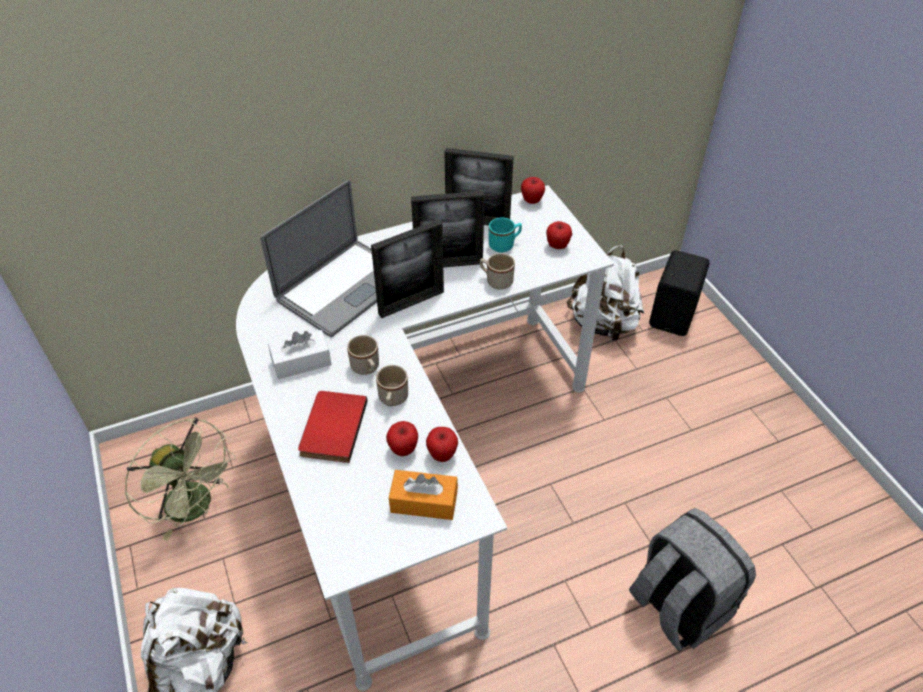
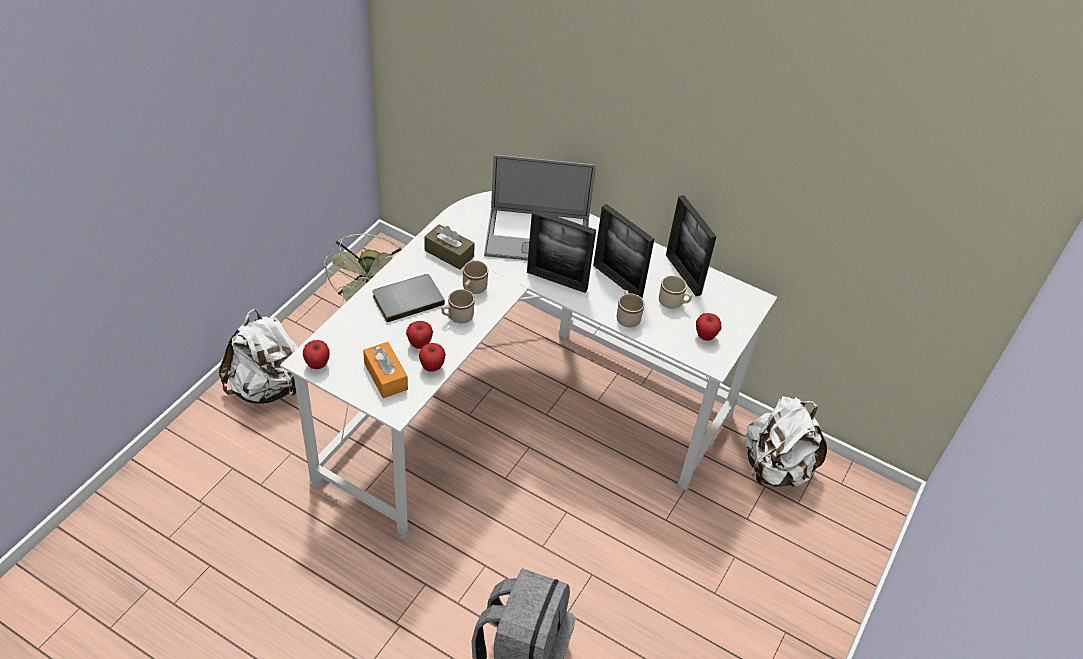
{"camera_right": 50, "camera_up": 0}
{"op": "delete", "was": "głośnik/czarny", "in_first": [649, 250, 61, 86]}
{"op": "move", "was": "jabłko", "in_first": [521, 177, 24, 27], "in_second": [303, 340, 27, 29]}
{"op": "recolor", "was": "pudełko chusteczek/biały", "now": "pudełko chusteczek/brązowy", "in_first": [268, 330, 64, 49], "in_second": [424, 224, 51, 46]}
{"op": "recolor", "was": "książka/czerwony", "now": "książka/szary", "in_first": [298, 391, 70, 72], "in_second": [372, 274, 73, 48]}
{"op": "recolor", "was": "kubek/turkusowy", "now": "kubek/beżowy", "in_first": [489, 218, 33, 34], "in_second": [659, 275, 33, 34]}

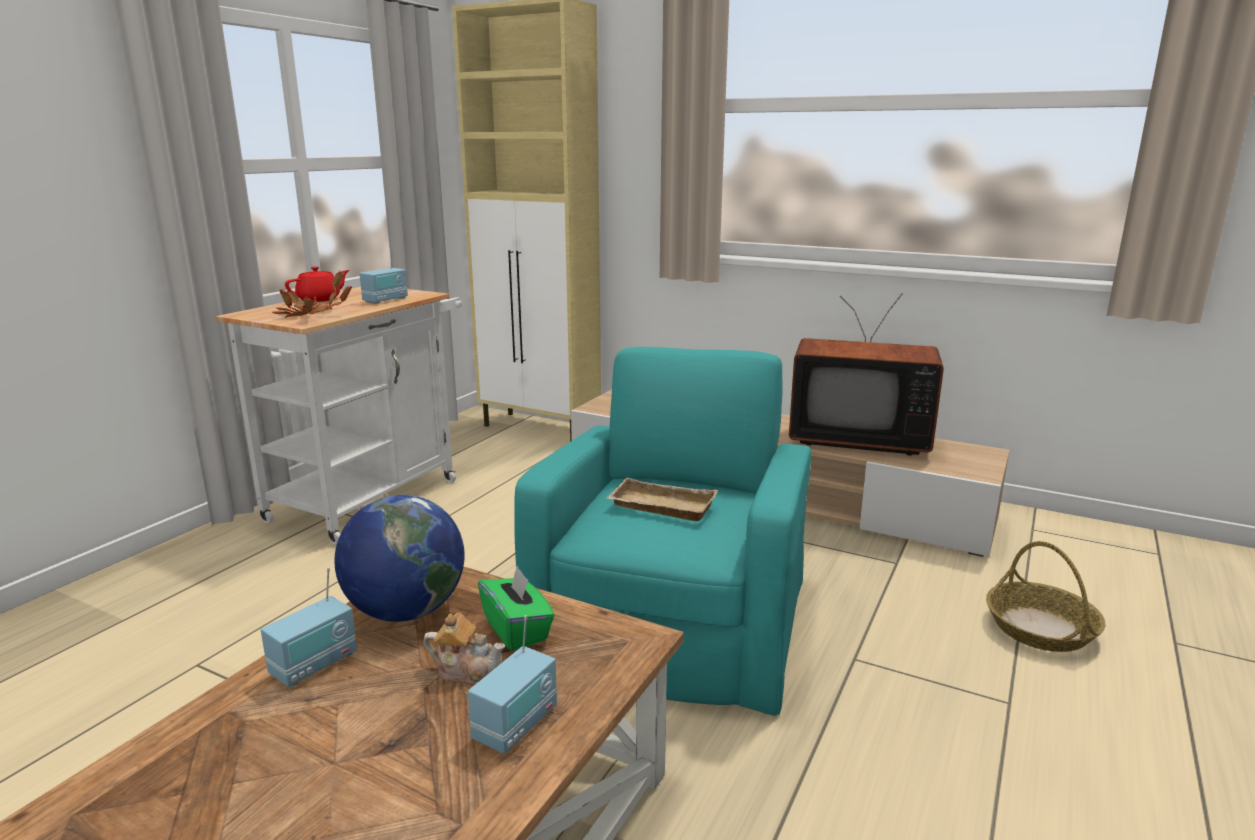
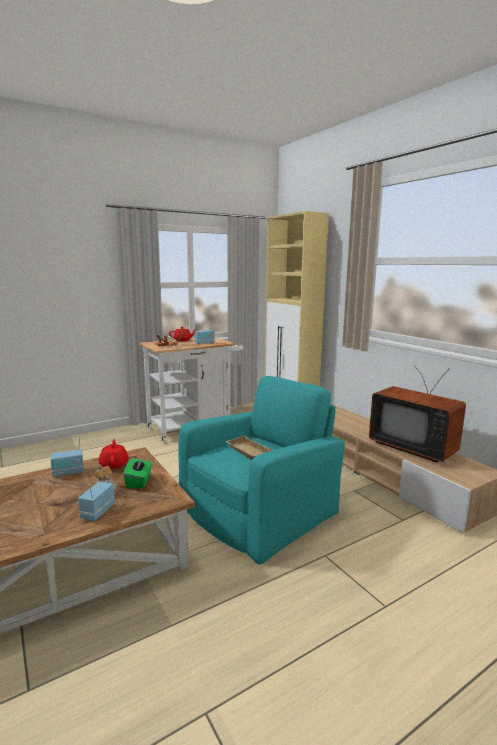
{"camera_right": 30, "camera_up": -5}
{"op": "delete", "was": "koszyk", "in_first": [986, 541, 119, 111]}
{"op": "replace", "was": "globus", "now": "imbryk/czerwony", "in_first": [335, 495, 130, 127], "in_second": [99, 439, 30, 30]}
{"op": "rotate", "was": "radio", "in_first": [468, 615, 89, 139], "in_second": [78, 481, 37, 40], "clockwise": 135}

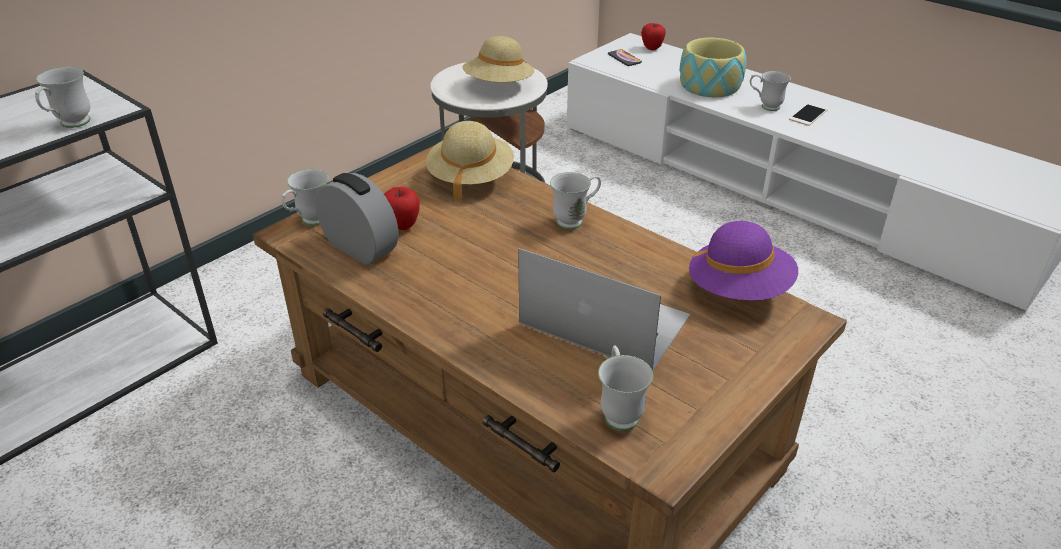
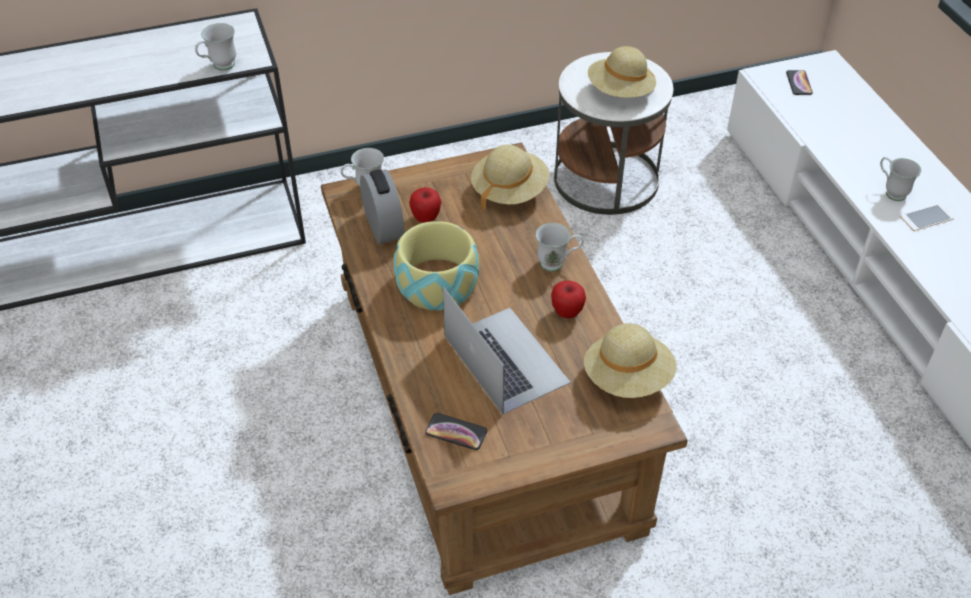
{"camera_right": 30, "camera_up": 10}
{"op": "move", "was": "jabłko", "in_first": [641, 23, 25, 27], "in_second": [551, 281, 35, 37]}
{"op": "move", "was": "miska", "in_first": [680, 37, 66, 60], "in_second": [394, 221, 85, 89]}
{"op": "replace", "was": "kubek/biały", "now": "telefon", "in_first": [598, 345, 55, 86], "in_second": [425, 413, 62, 37]}
{"op": "recolor", "was": "kapelusz/fioletowy", "now": "kapelusz/beżowy", "in_first": [689, 221, 109, 80], "in_second": [584, 323, 93, 75]}

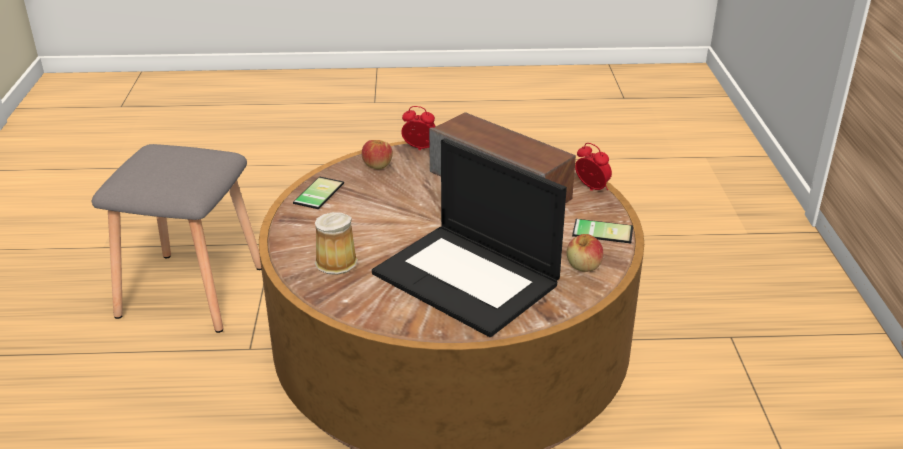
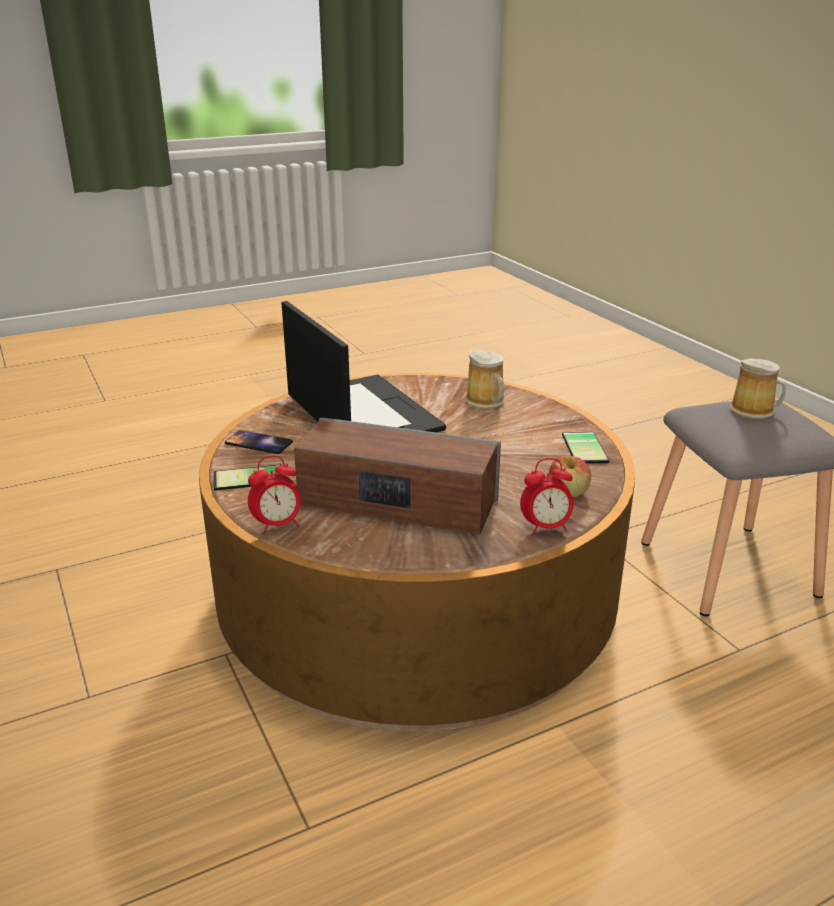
{"camera_right": 155, "camera_up": -5}
{"op": "insert", "now": "kubek", "in_second": [730, 358, 56, 61]}
{"op": "replace", "was": "jabłko", "now": "telefon", "in_first": [567, 234, 36, 38], "in_second": [225, 430, 68, 24]}
{"op": "rotate", "was": "laptop", "in_first": [372, 138, 195, 199], "in_second": [282, 301, 164, 132], "clockwise": 45}
{"op": "rotate", "was": "budzik", "in_first": [575, 143, 37, 48], "in_second": [248, 456, 53, 79], "clockwise": -45}

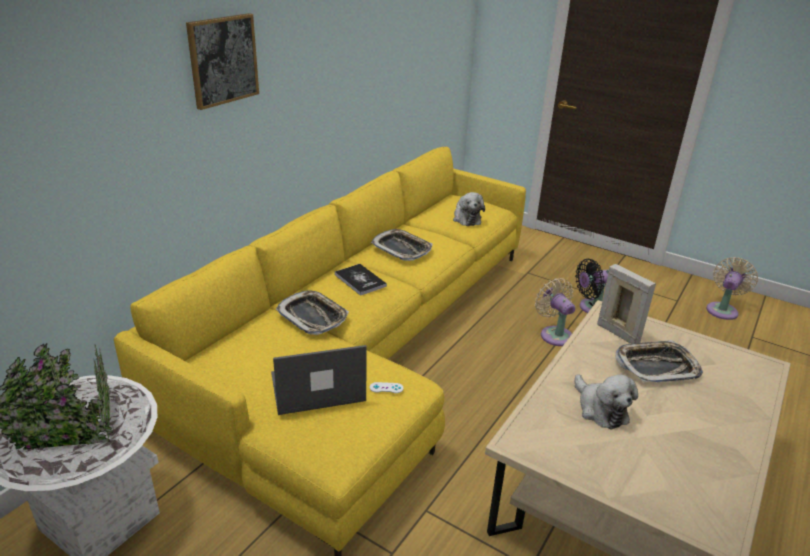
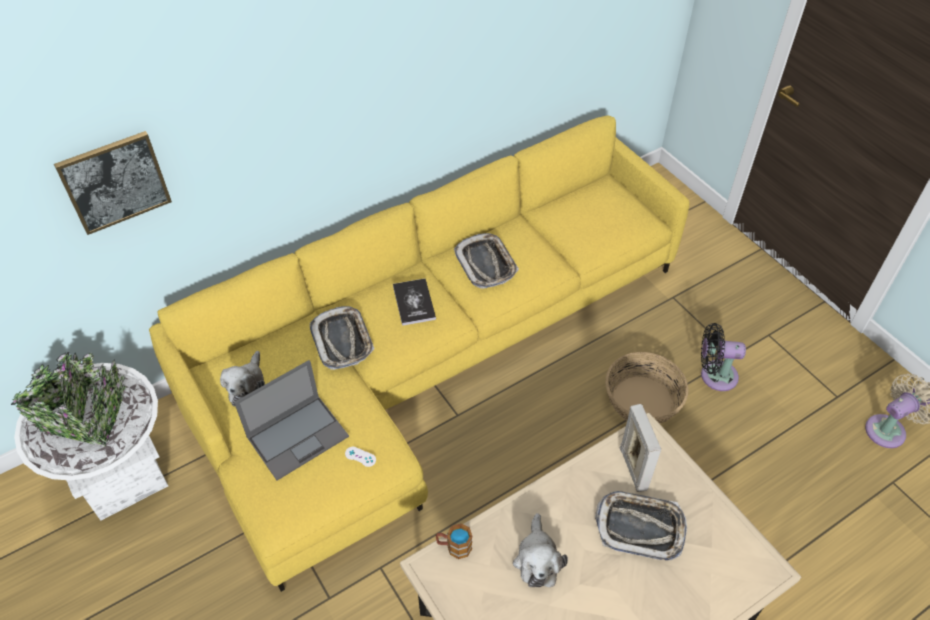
{"camera_right": 25, "camera_up": 20}
{"op": "insert", "now": "kubek", "in_second": [436, 523, 36, 36]}
{"op": "move", "was": "obraz", "in_first": [186, 13, 73, 97], "in_second": [54, 131, 118, 104]}
{"op": "move", "was": "pluszak", "in_first": [453, 192, 32, 34], "in_second": [220, 351, 45, 55]}
{"op": "replace", "was": "wentylator/beżowy", "now": "koszyk", "in_first": [535, 278, 40, 68], "in_second": [605, 352, 83, 72]}
{"op": "rotate", "was": "laptop", "in_first": [271, 345, 96, 70], "in_second": [234, 360, 115, 121], "clockwise": 135}

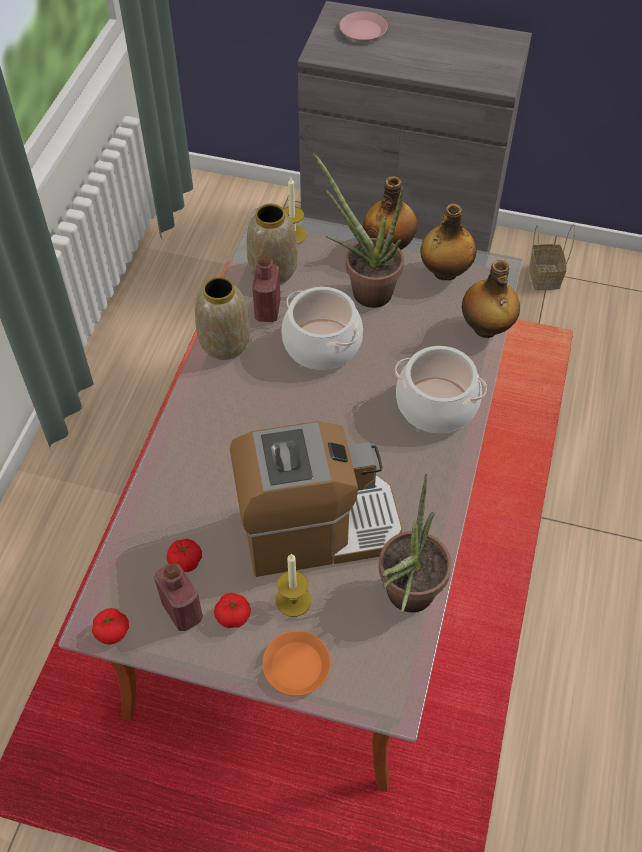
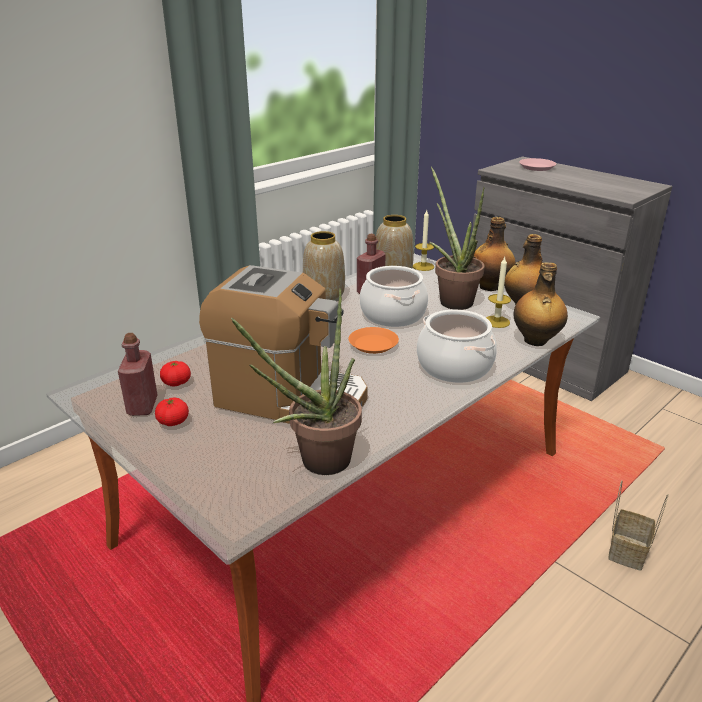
{"camera_right": 30, "camera_up": -25}
{"op": "delete", "was": "pomidor", "in_first": [92, 608, 37, 37]}
{"op": "move", "was": "talerz/pomarańczowy", "in_first": [262, 631, 69, 65], "in_second": [349, 327, 50, 27]}
{"op": "move", "was": "świeca", "in_first": [276, 554, 35, 63], "in_second": [486, 257, 25, 71]}
{"op": "move", "was": "koszyk", "in_first": [529, 224, 46, 66], "in_second": [608, 480, 60, 91]}

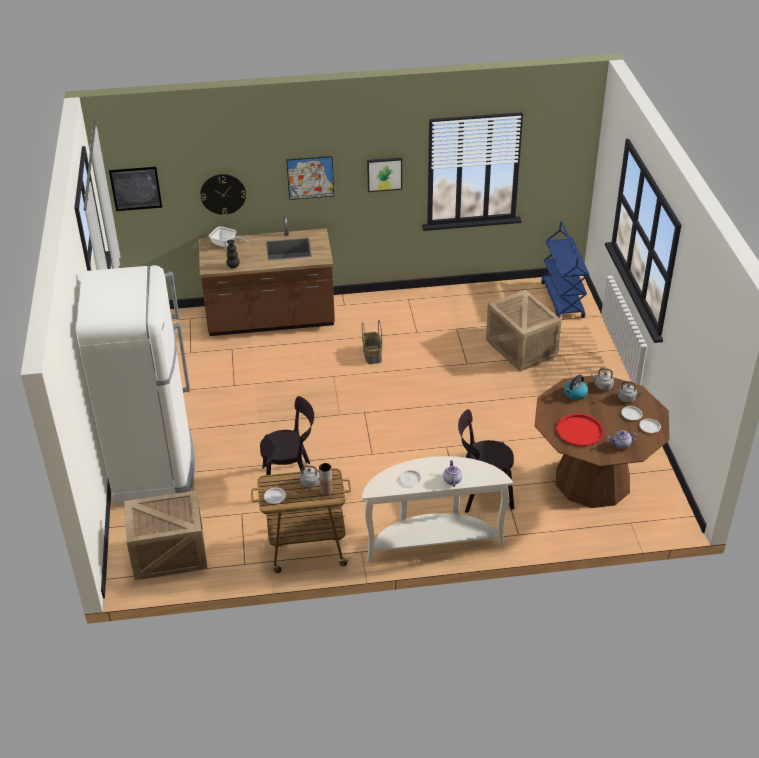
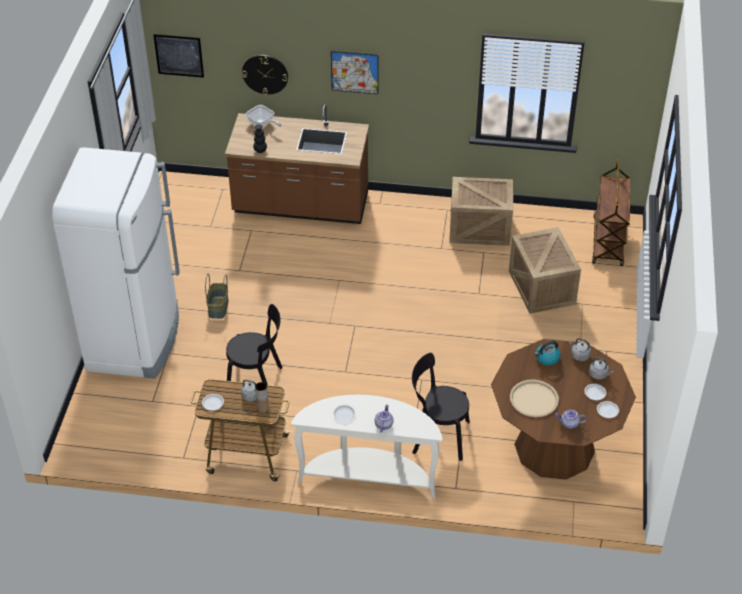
{"camera_right": 15, "camera_up": 5}
{"op": "delete", "was": "obraz", "in_first": [367, 157, 35, 35]}
{"op": "move", "was": "skrzynka", "in_first": [124, 490, 83, 91], "in_second": [449, 177, 64, 69]}
{"op": "move", "was": "koszyk", "in_first": [362, 321, 20, 43], "in_second": [205, 273, 23, 46]}
{"op": "recolor", "was": "wózek/niebieski", "now": "wózek/brązowy", "in_first": [541, 221, 48, 97], "in_second": [592, 159, 38, 107]}
{"op": "recolor", "was": "taca/czerwony", "now": "taca/beżowy", "in_first": [556, 413, 48, 33], "in_second": [510, 379, 49, 38]}

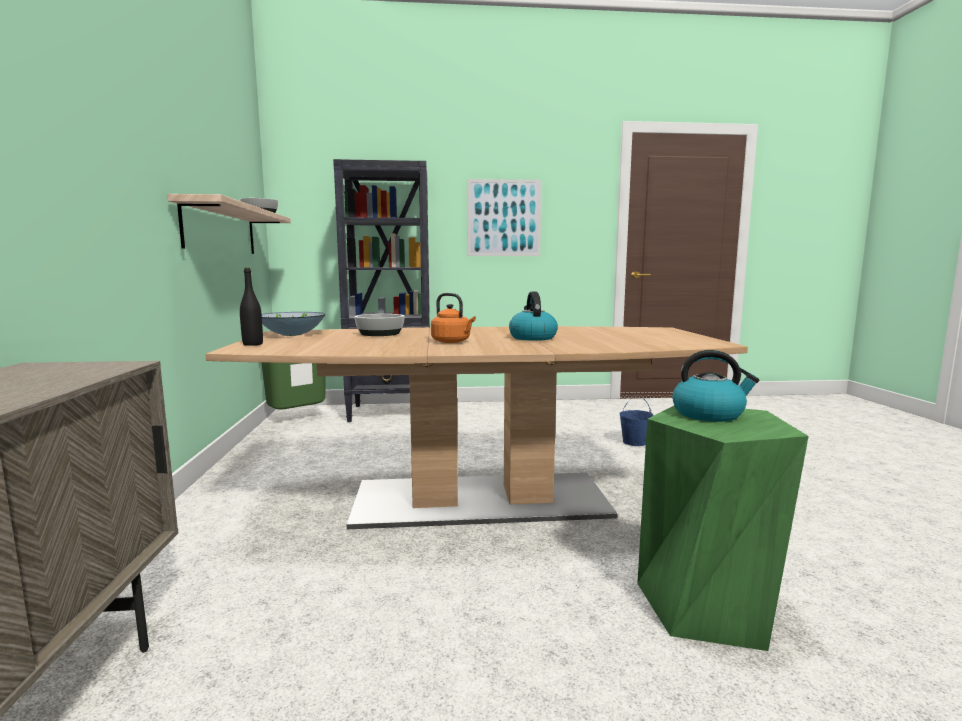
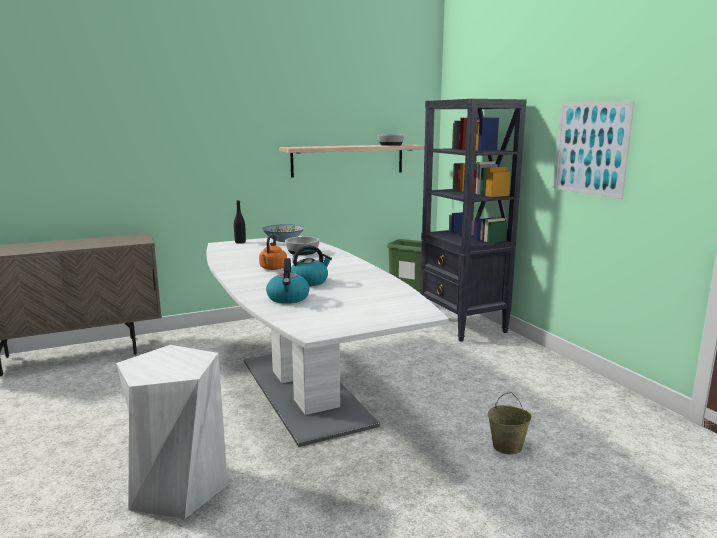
{"camera_right": 70, "camera_up": 5}
{"op": "move", "was": "czajnik", "in_first": [672, 350, 87, 72], "in_second": [266, 258, 44, 46]}
{"op": "recolor", "was": "stół jadalny/brązowy", "now": "stół jadalny/biały", "in_first": [205, 326, 543, 203], "in_second": [207, 236, 242, 211]}
{"op": "recolor", "was": "wiadro/niebieski", "now": "wiadro/beżowy", "in_first": [619, 395, 35, 51], "in_second": [488, 392, 44, 63]}
{"op": "recolor", "was": "stołek/zielony", "now": "stołek/biały", "in_first": [637, 406, 172, 245], "in_second": [116, 345, 112, 174]}

